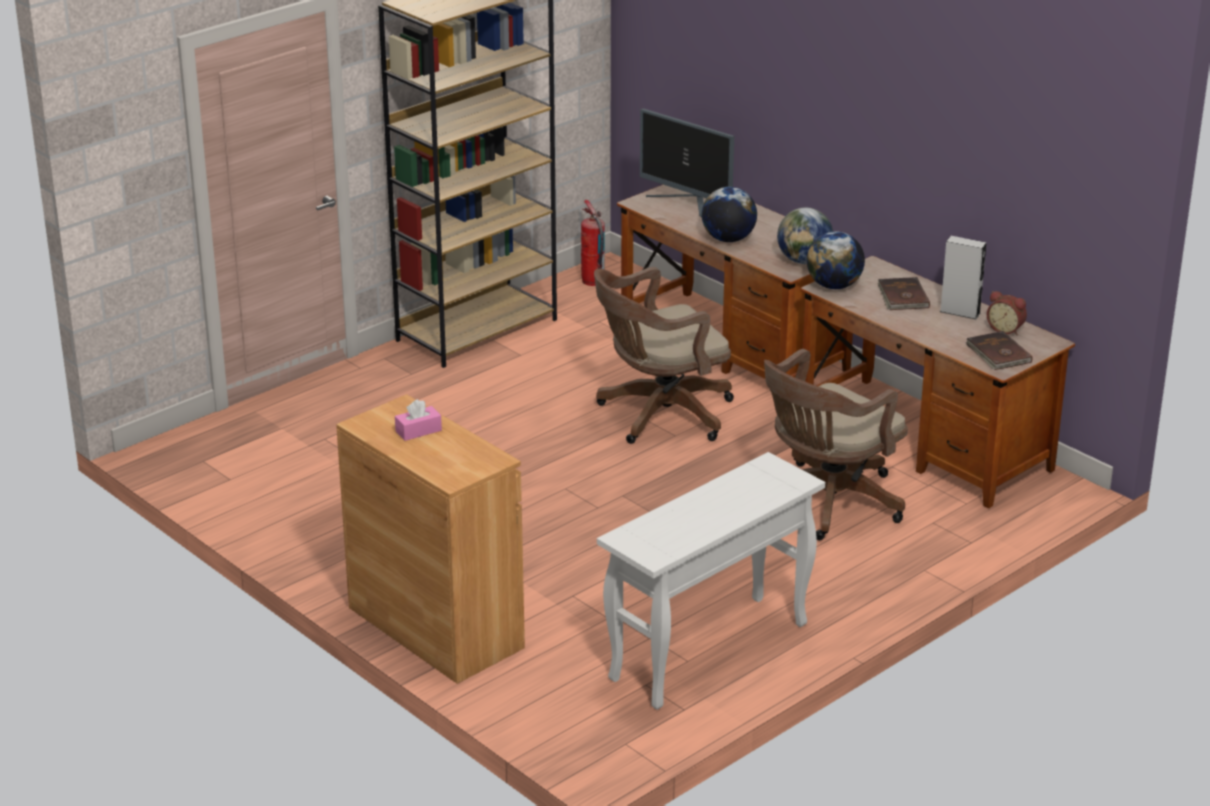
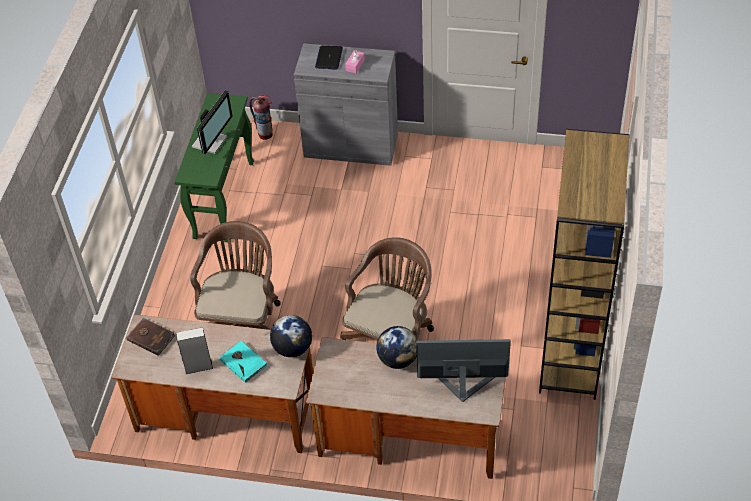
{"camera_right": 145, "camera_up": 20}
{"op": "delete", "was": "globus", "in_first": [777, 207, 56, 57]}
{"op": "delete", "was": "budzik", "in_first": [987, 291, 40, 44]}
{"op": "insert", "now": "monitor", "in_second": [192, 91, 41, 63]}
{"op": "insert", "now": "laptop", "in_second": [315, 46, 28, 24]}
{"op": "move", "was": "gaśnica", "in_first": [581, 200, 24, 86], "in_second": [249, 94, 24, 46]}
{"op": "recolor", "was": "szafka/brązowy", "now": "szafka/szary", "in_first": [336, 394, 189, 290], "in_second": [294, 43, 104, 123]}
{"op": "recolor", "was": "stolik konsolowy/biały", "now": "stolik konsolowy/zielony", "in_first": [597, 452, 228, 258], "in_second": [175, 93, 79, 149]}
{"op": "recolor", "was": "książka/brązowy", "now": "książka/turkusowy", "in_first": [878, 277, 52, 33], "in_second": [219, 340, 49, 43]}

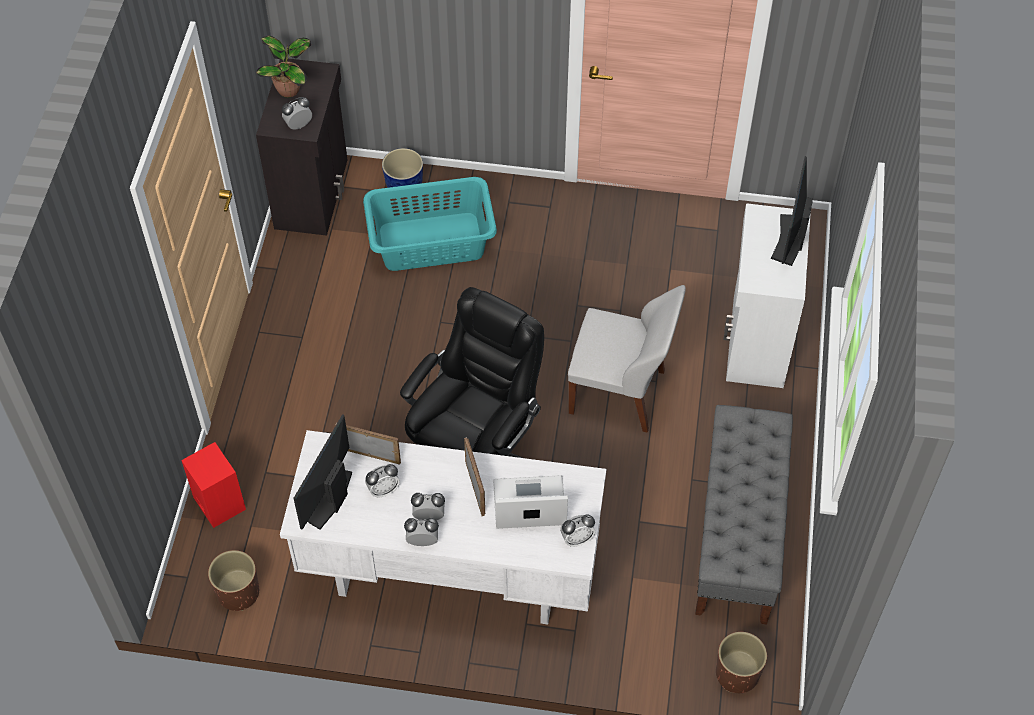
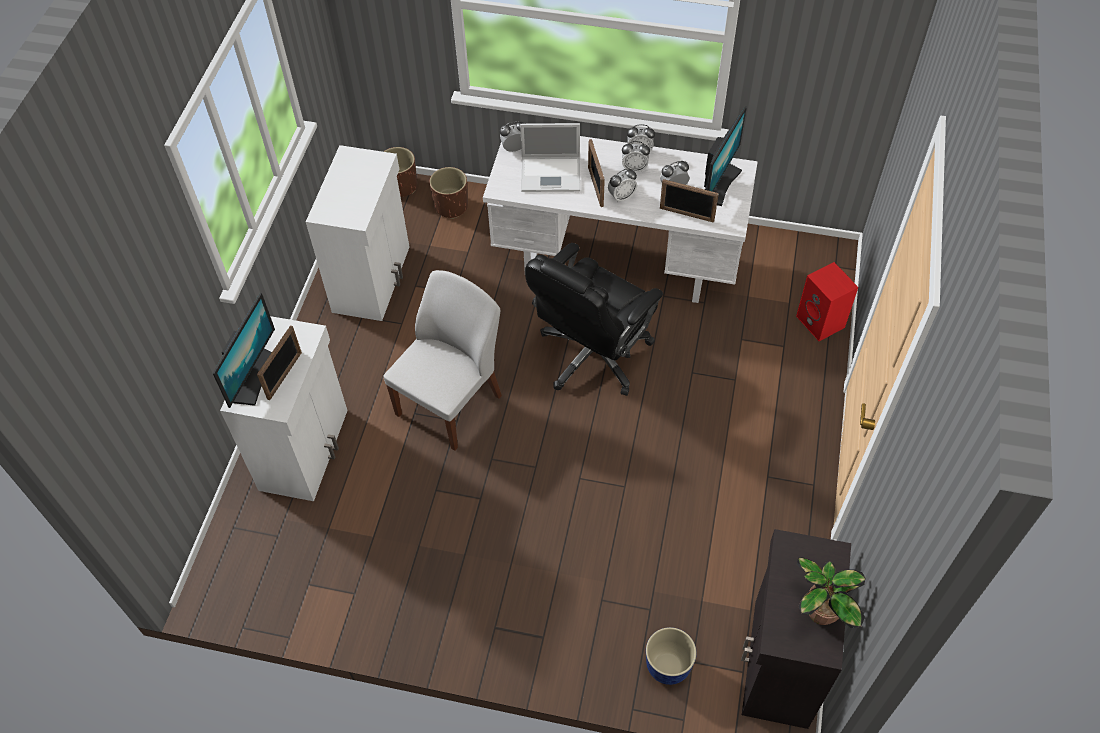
{"camera_right": -175, "camera_up": 0}
{"op": "delete", "was": "kosz na pranie/turkusowy", "in_first": [363, 177, 134, 94]}
{"op": "insert", "now": "ramka na zdjęcie", "in_second": [257, 325, 45, 75]}
{"op": "move", "was": "donica/brązowy", "in_first": [208, 550, 51, 61], "in_second": [430, 167, 38, 52]}
{"op": "move", "was": "budzik", "in_first": [282, 97, 30, 32], "in_second": [608, 169, 29, 34]}
{"op": "replace", "was": "ławka/szary", "now": "szafka/biały", "in_first": [695, 405, 98, 219], "in_second": [306, 145, 103, 176]}
{"op": "rotate", "was": "krzesło/biały", "in_first": [568, 285, 118, 148], "in_second": [383, 270, 119, 181], "clockwise": 105}

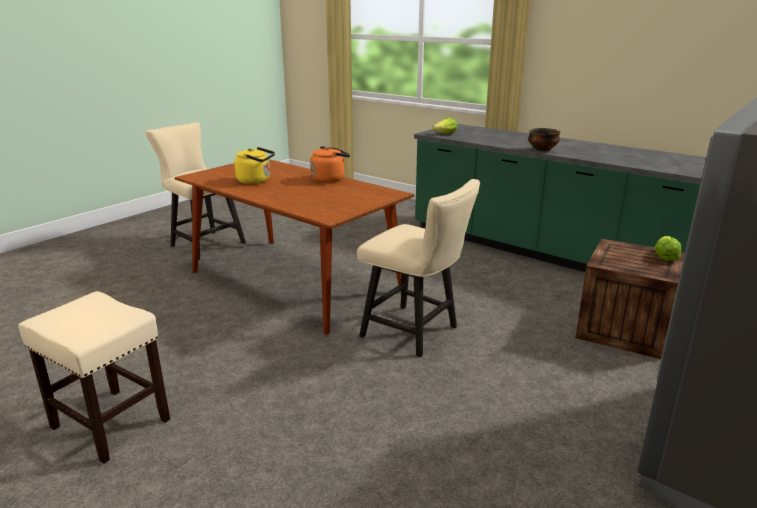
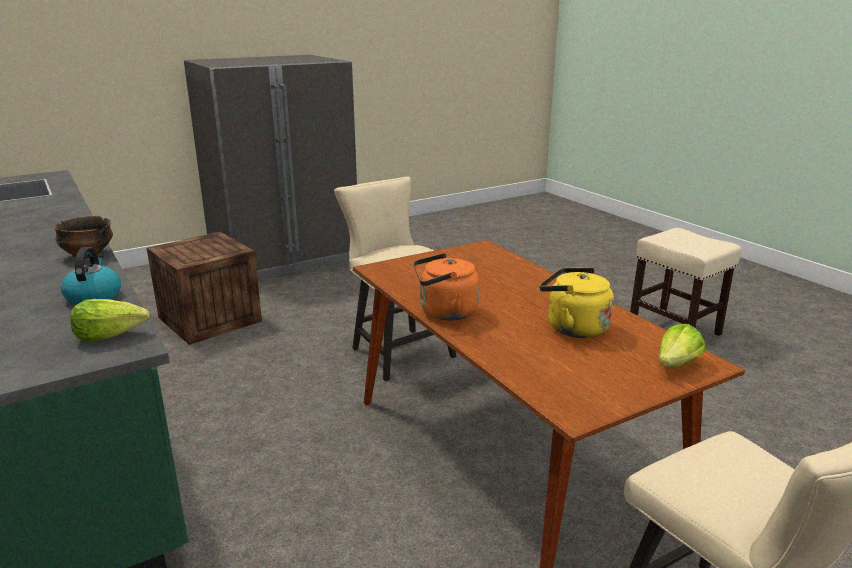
{"camera_right": -160, "camera_up": 0}
{"op": "insert", "now": "czajnik", "in_second": [61, 247, 60, 58]}
{"op": "move", "was": "sałata", "in_first": [655, 236, 27, 25], "in_second": [658, 324, 48, 43]}

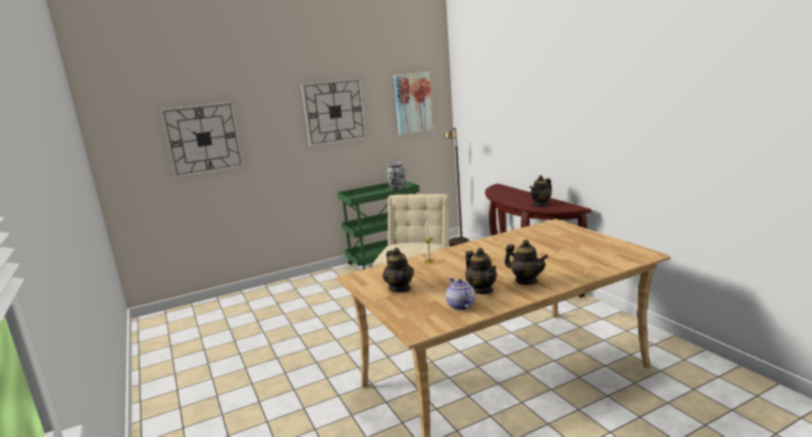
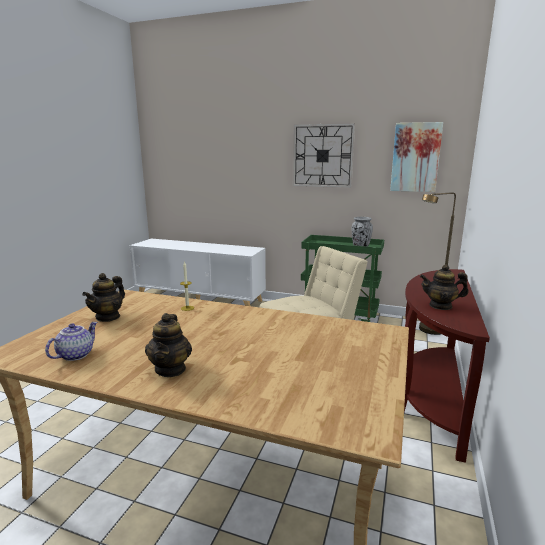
{"camera_right": 45, "camera_up": 0}
{"op": "delete", "was": "zegar ścienny", "in_first": [160, 101, 84, 77]}
{"op": "delete", "was": "imbryk", "in_first": [465, 248, 32, 46]}
{"op": "insert", "now": "szafka/biały", "in_second": [130, 238, 136, 68]}

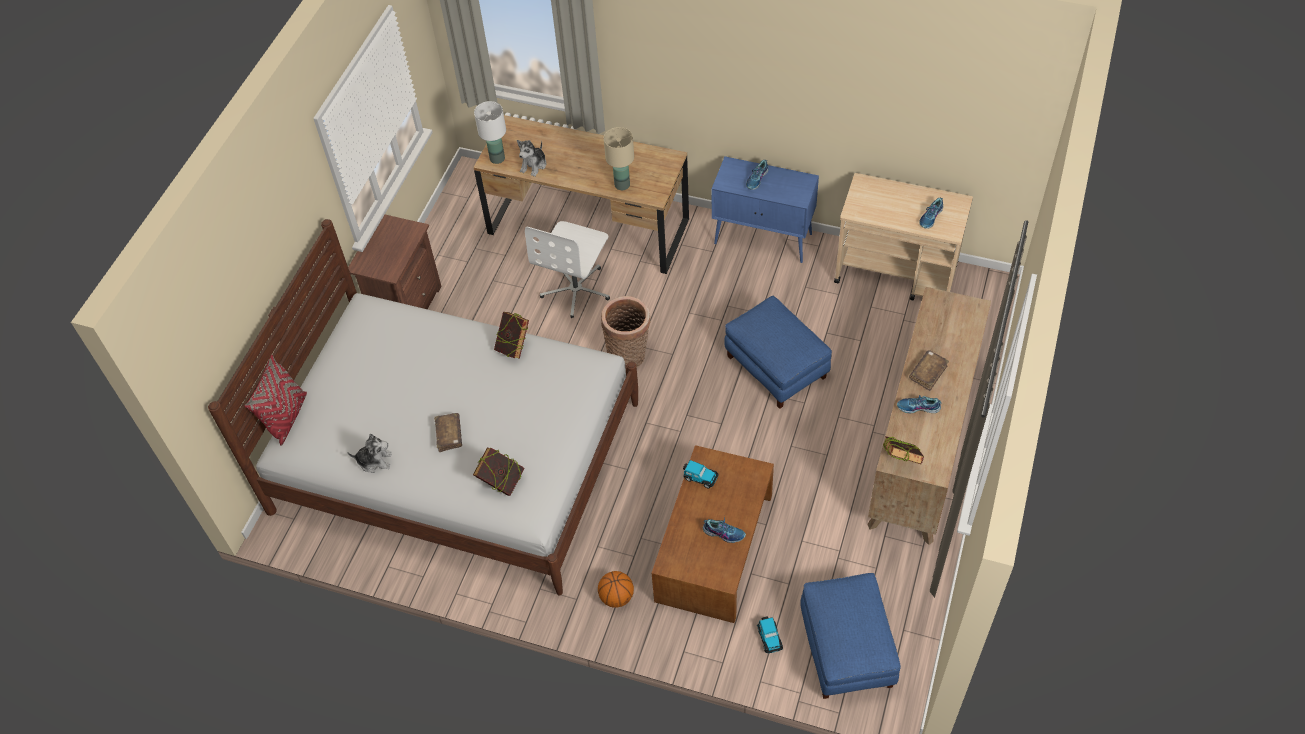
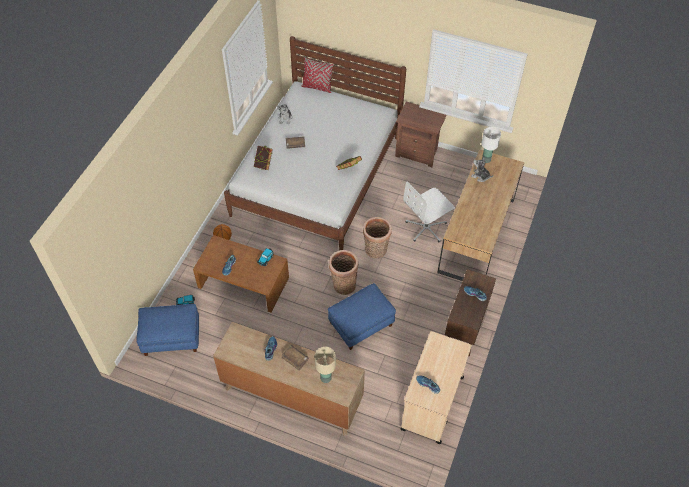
{"camera_right": 90, "camera_up": 0}
{"op": "delete", "was": "książka", "in_first": [883, 436, 41, 28]}
{"op": "insert", "now": "koszyk", "in_second": [329, 250, 29, 45]}
{"op": "move", "was": "lampa stołowa/beżowy", "in_first": [604, 127, 30, 63], "in_second": [315, 347, 21, 36]}
{"op": "recolor", "was": "szafka/niebieski", "now": "szafka/brązowy", "in_first": [711, 156, 108, 107], "in_second": [445, 269, 51, 87]}
{"op": "rotate", "was": "krzesło biurowe/biały", "in_first": [525, 221, 85, 97], "in_second": [403, 181, 52, 61], "clockwise": -60}

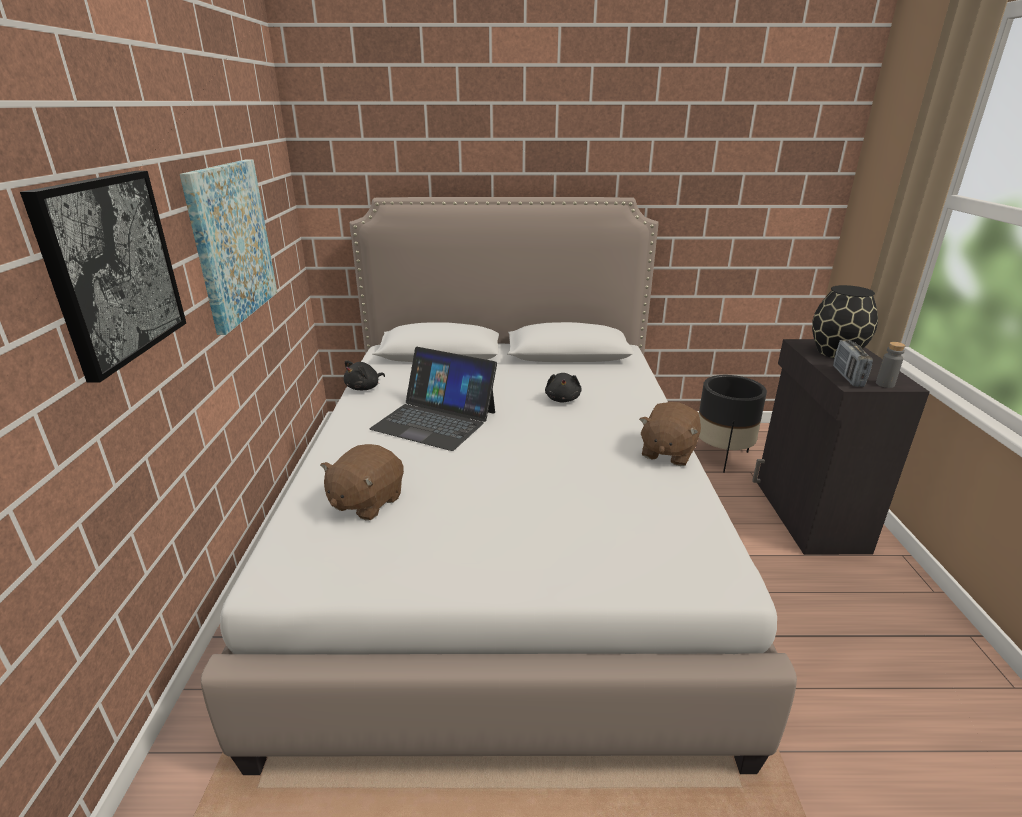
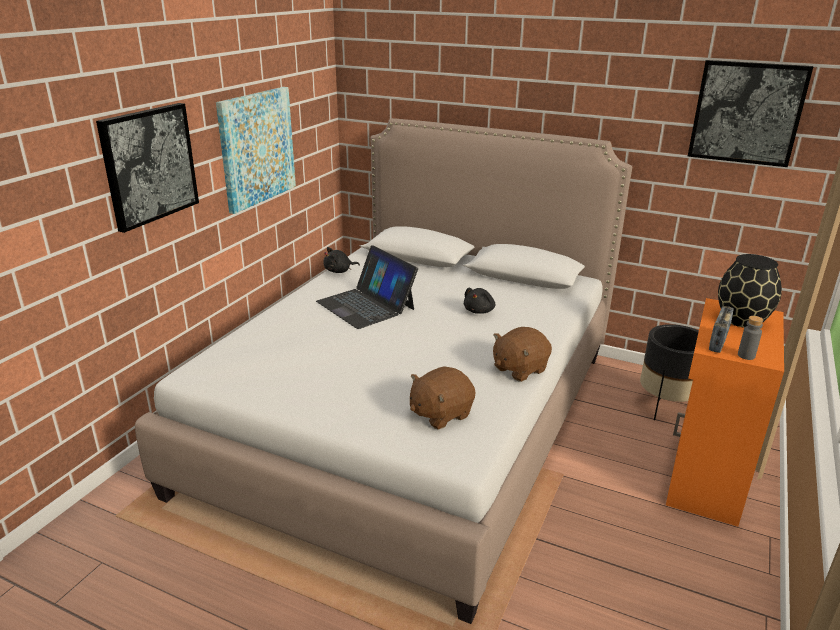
{"camera_right": 25, "camera_up": 0}
{"op": "insert", "now": "obraz", "in_second": [687, 60, 126, 107]}
{"op": "move", "was": "pluszak/brązowy", "in_first": [320, 444, 84, 77], "in_second": [410, 366, 66, 64]}
{"op": "recolor", "was": "szafka/czarny", "now": "szafka/pomarańczowy", "in_first": [752, 339, 178, 216], "in_second": [666, 298, 118, 228]}

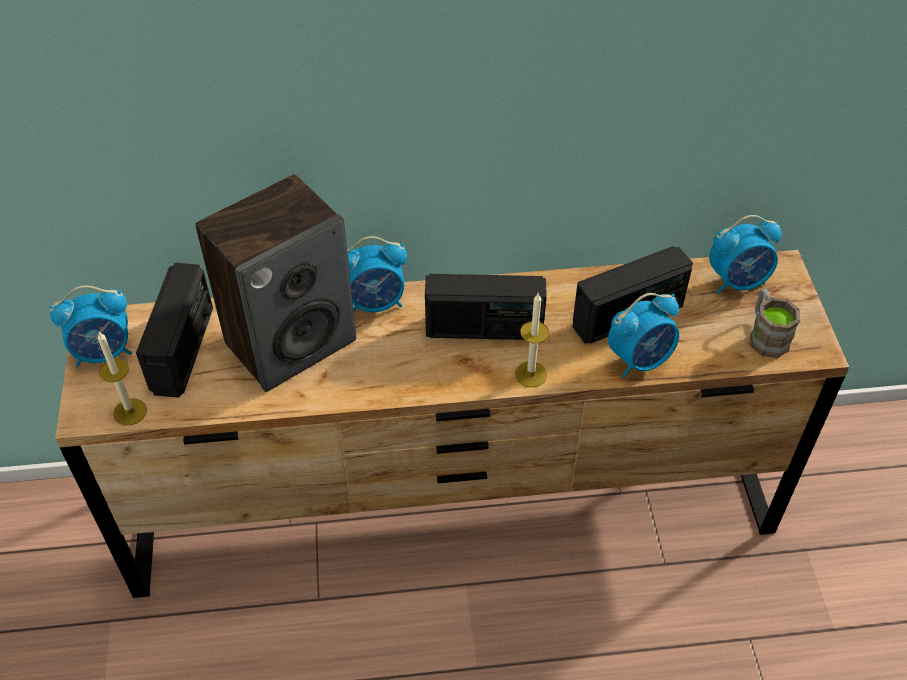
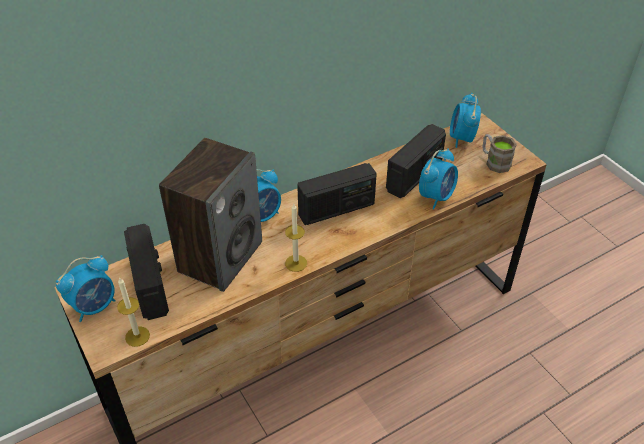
{"camera_right": -25, "camera_up": -5}
{"op": "move", "was": "świeca", "in_first": [515, 293, 34, 94], "in_second": [285, 204, 22, 68]}
{"op": "rotate", "was": "budzik", "in_first": [709, 215, 73, 79], "in_second": [450, 93, 31, 55], "clockwise": 135}

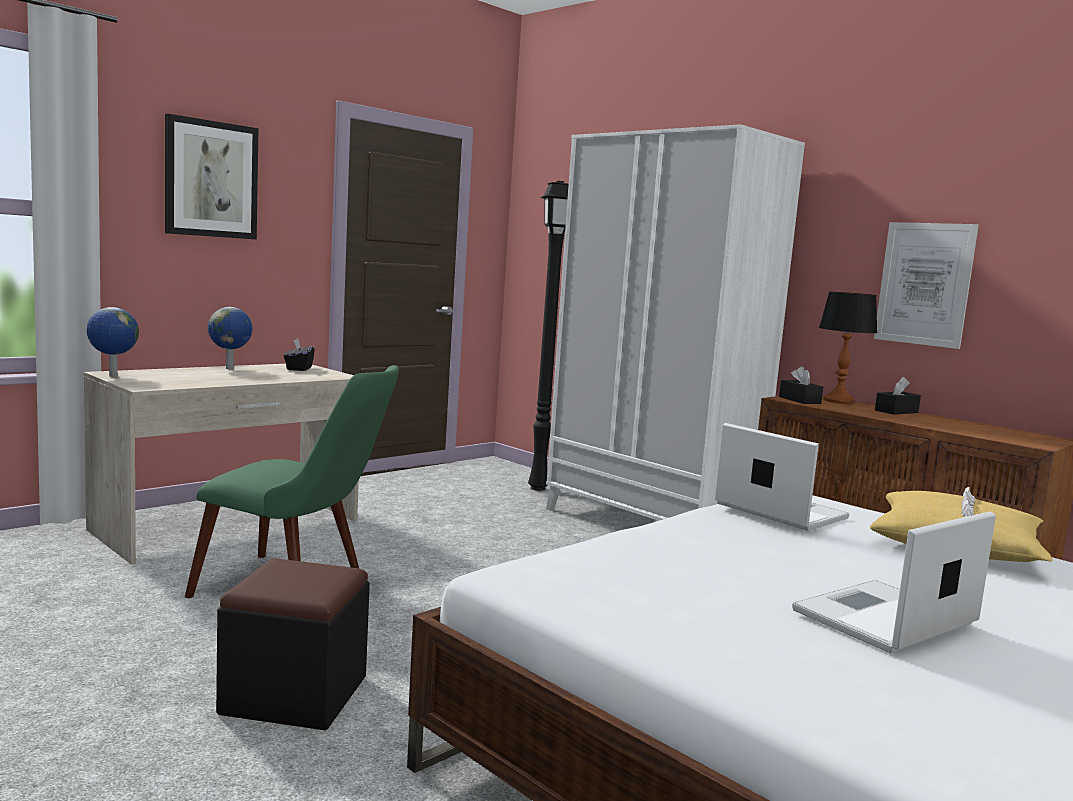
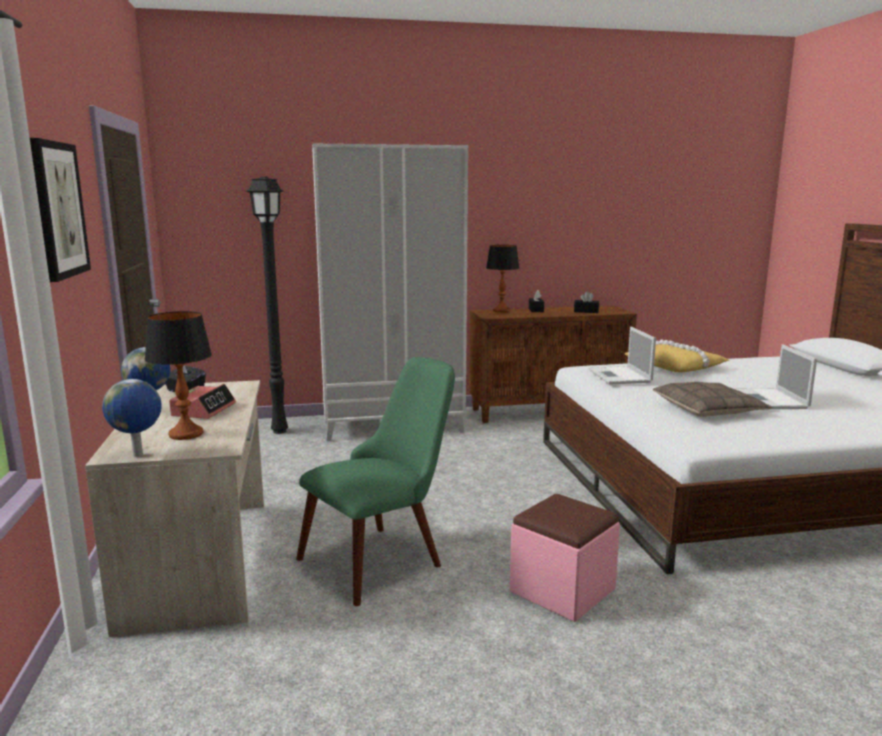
{"camera_right": -55, "camera_up": 5}
{"op": "delete", "was": "obraz", "in_first": [874, 222, 105, 127]}
{"op": "insert", "now": "lampa stołowa", "in_second": [145, 311, 67, 129]}
{"op": "insert", "now": "budzik", "in_second": [169, 384, 67, 35]}
{"op": "insert", "now": "poduszka", "in_second": [653, 382, 120, 35]}
{"op": "move", "was": "pudełko chusteczek/czarny", "in_first": [779, 366, 44, 38], "in_second": [574, 291, 25, 22]}
{"op": "recolor", "was": "pufa/czarny", "now": "pufa/różowy", "in_first": [216, 558, 154, 172], "in_second": [510, 494, 110, 128]}
{"op": "rotate", "was": "laptop", "in_first": [715, 423, 134, 108], "in_second": [589, 326, 67, 58], "clockwise": -90}

